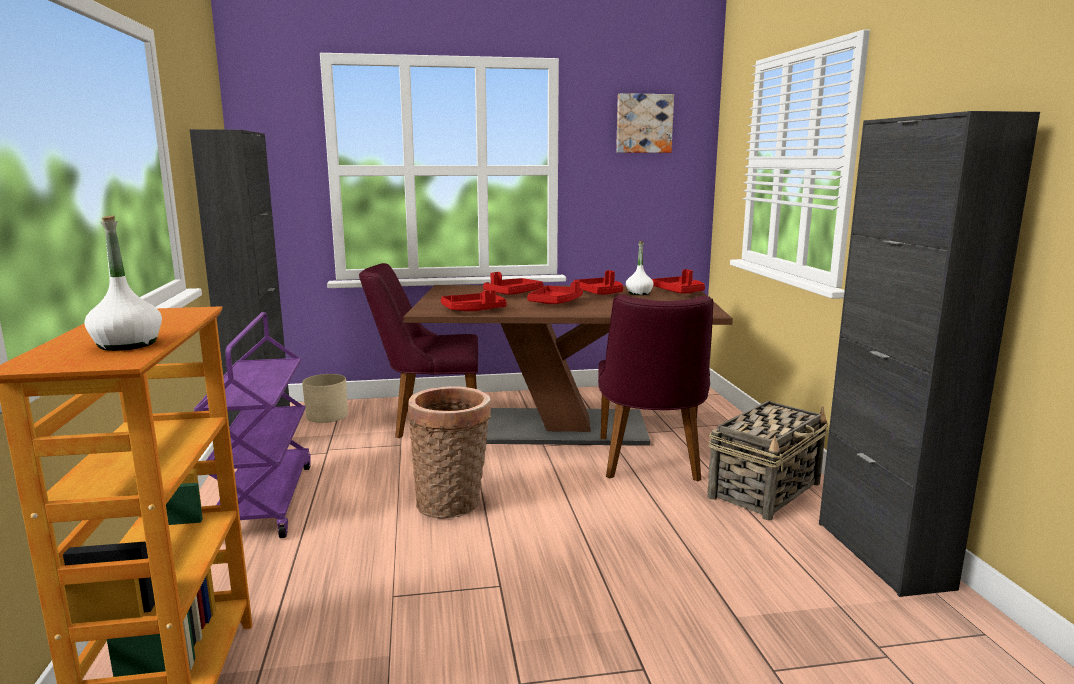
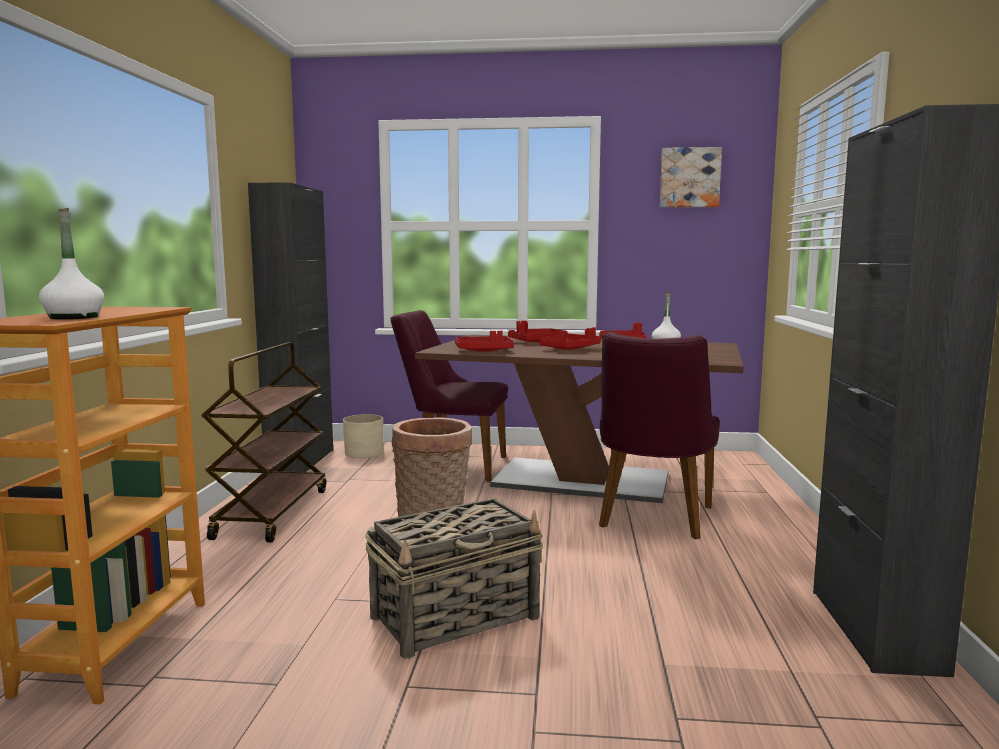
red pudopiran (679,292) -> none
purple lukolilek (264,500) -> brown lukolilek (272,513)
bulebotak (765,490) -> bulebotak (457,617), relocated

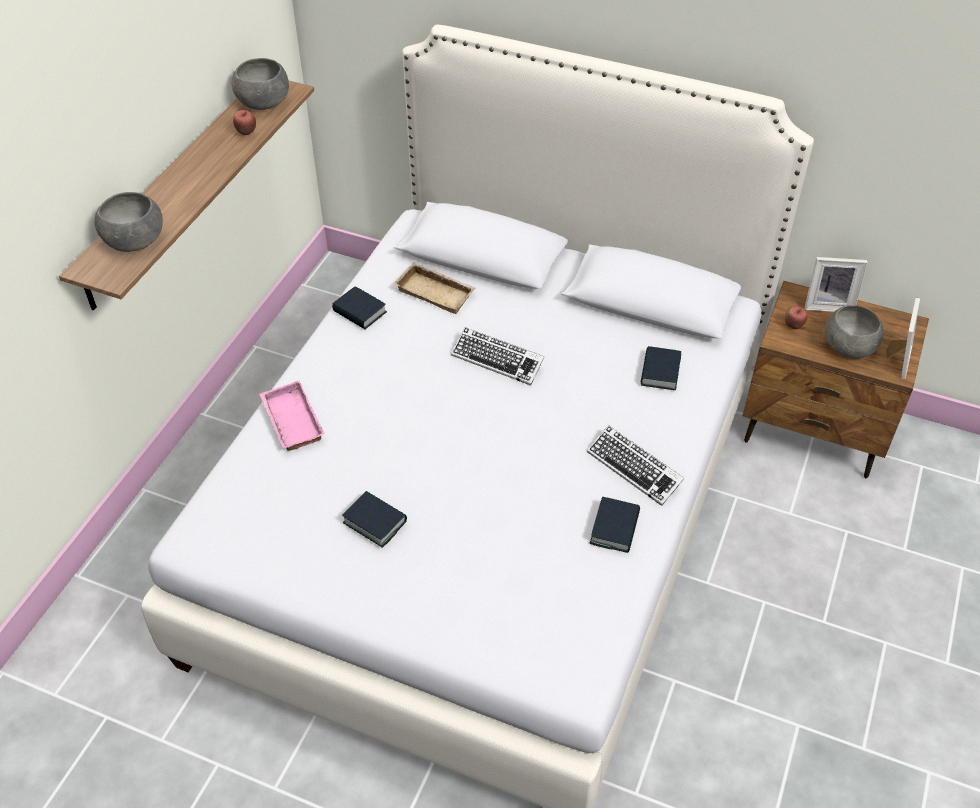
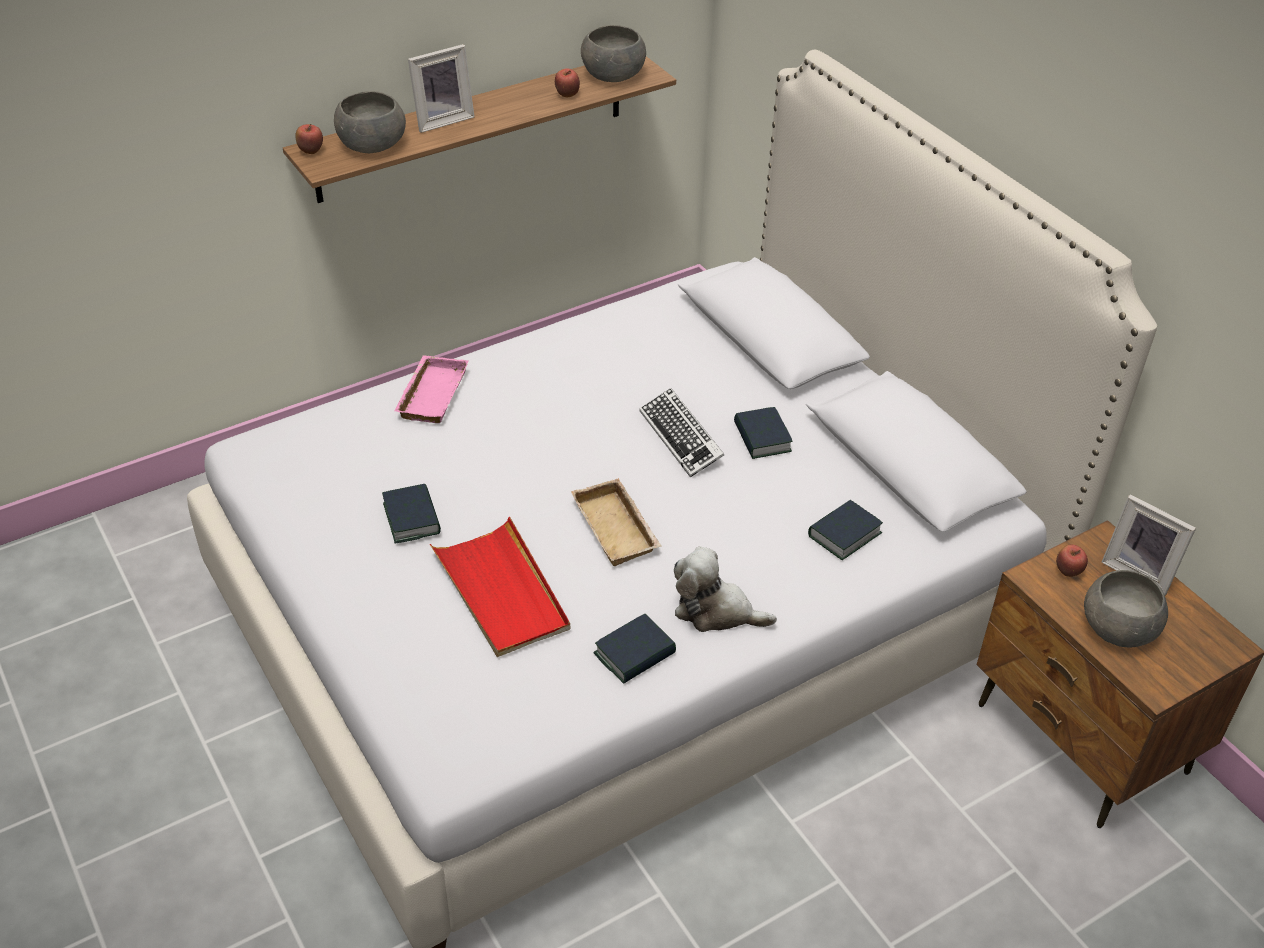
beige pudopiran (437,292) -> beige pudopiran (618,528), relocated
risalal (359,312) -> risalal (762,438), relocated
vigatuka (896,359) -> vigatuka (442,119), relocated
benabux (634,469) -> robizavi (716,611)
none -> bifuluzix (311,152)
none -> red pudopiran (501,592)

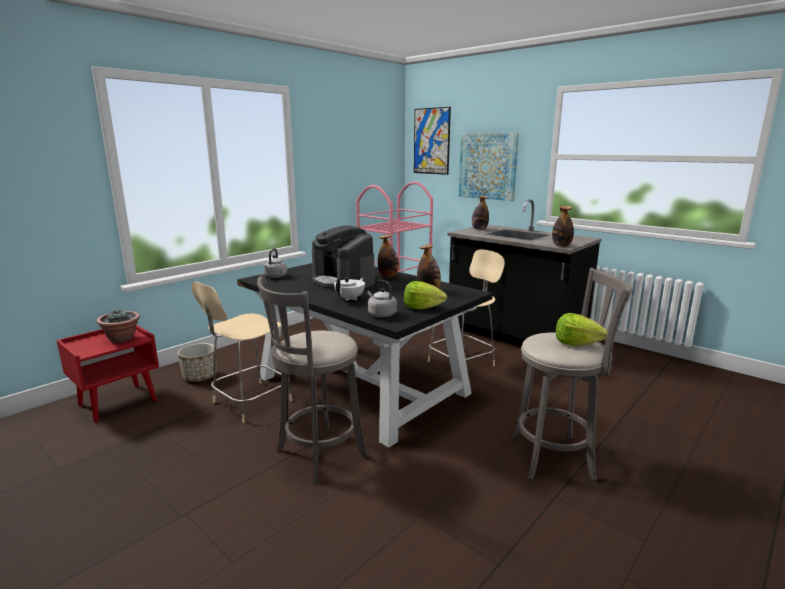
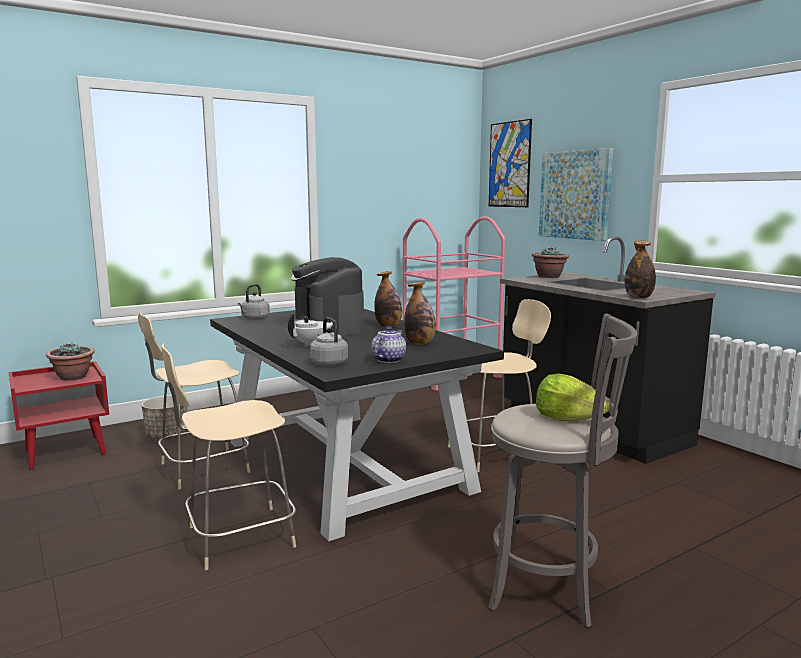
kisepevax (479,229) -> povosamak (549,277)
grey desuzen (317,455) -> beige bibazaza (236,537)
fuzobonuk (422,307) -> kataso (388,359)

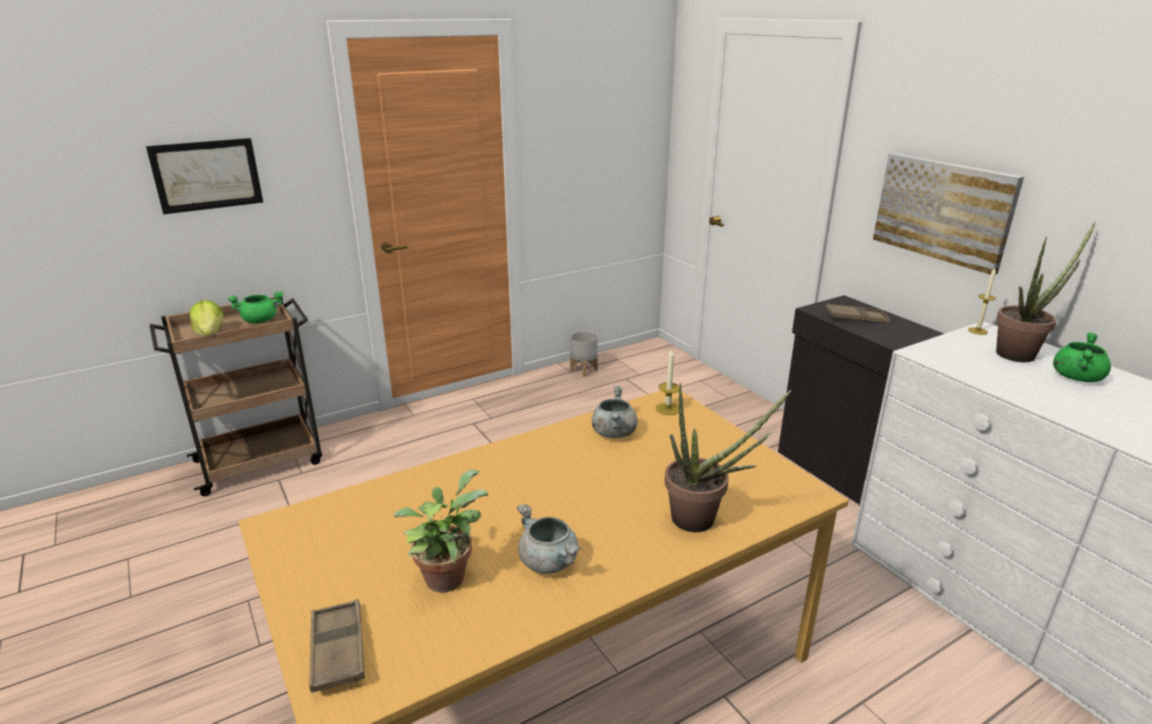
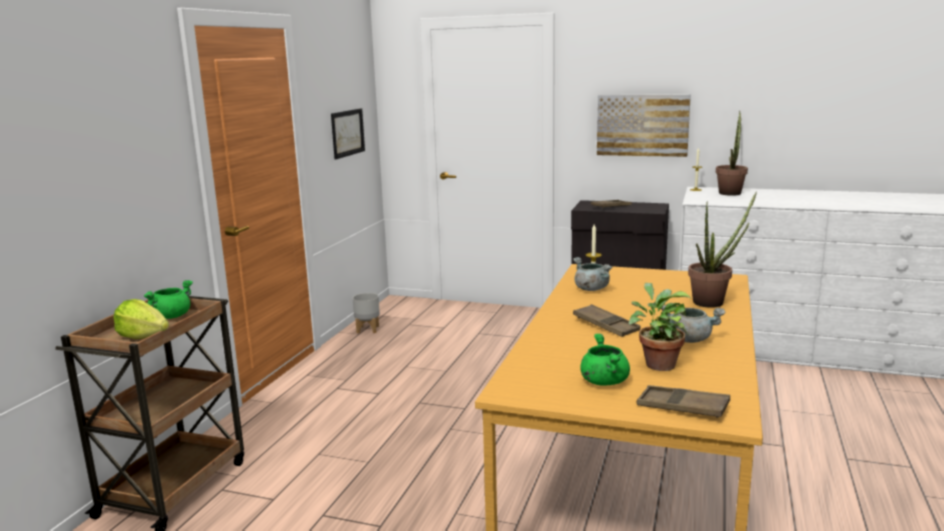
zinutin (207,175) -> zinutin (347,133), relocated
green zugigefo (1076,377) -> green zugigefo (603,381), relocated
none -> brown pudopiran (605,325)

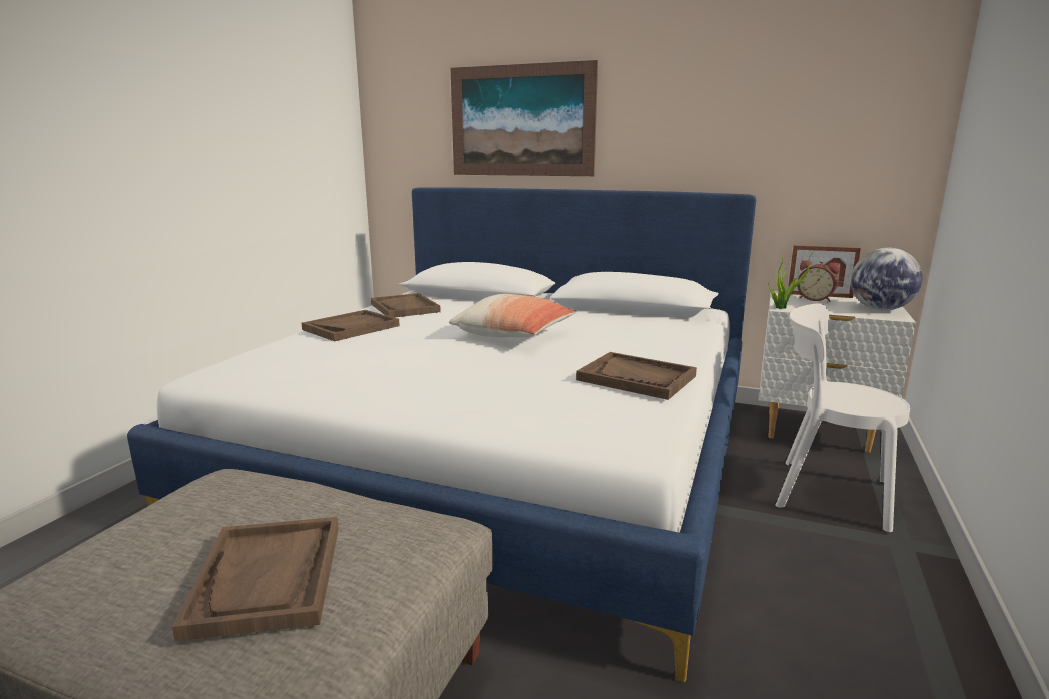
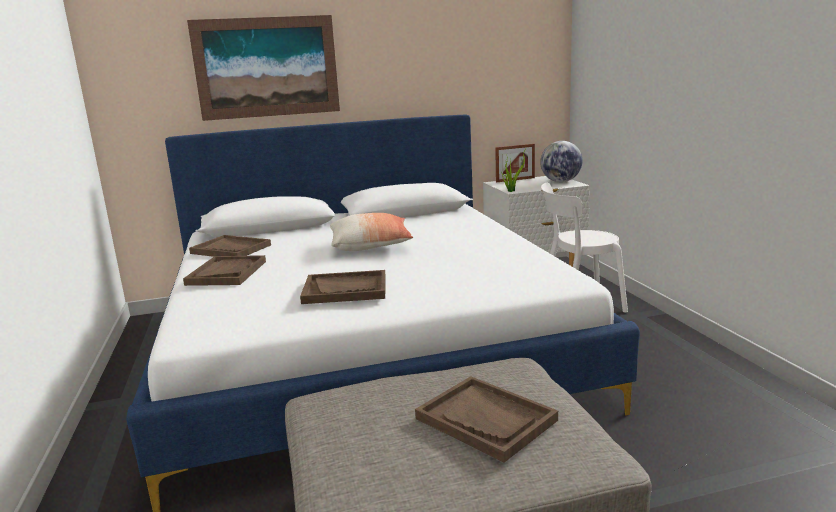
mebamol (815,299) -> none
brown pudopiran (636,378) -> brown pudopiran (345,289), relocated

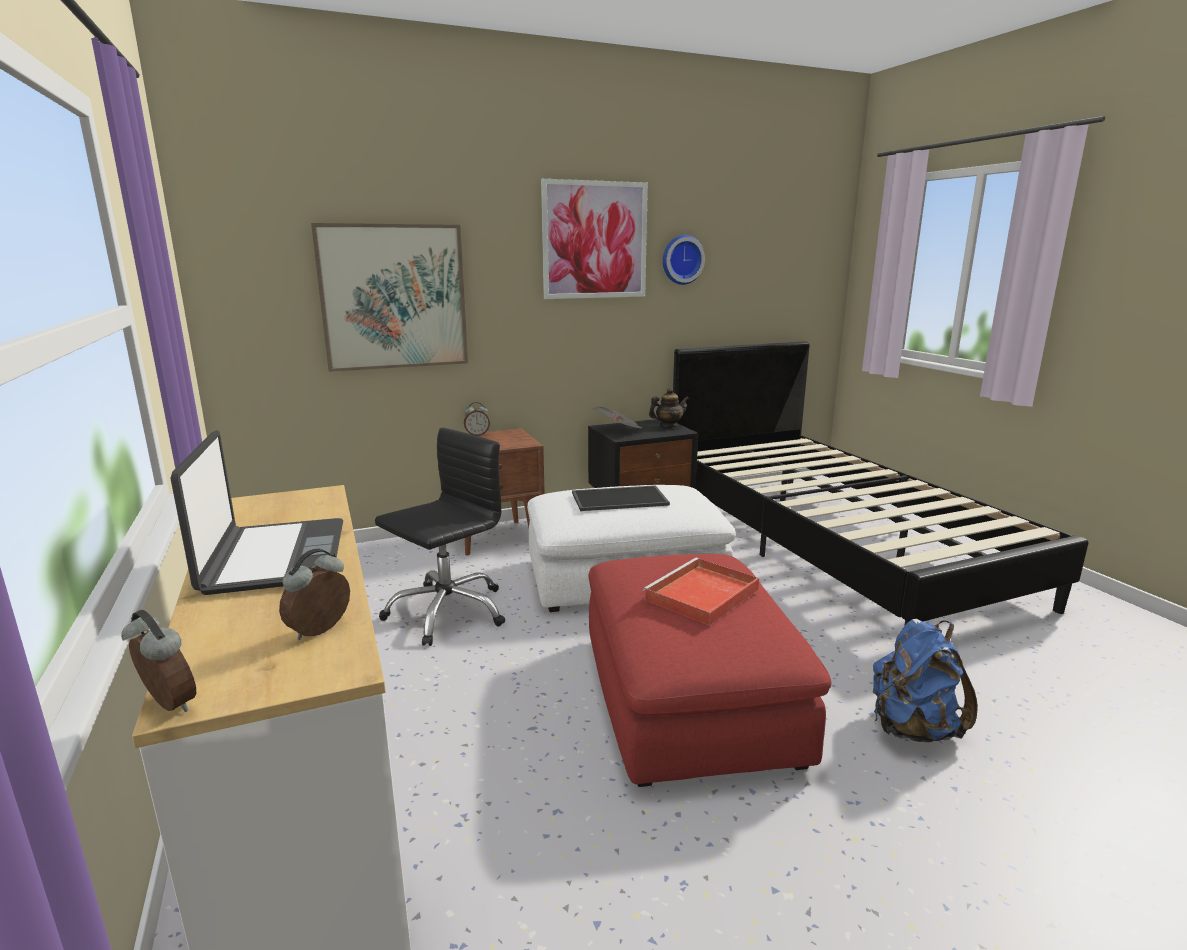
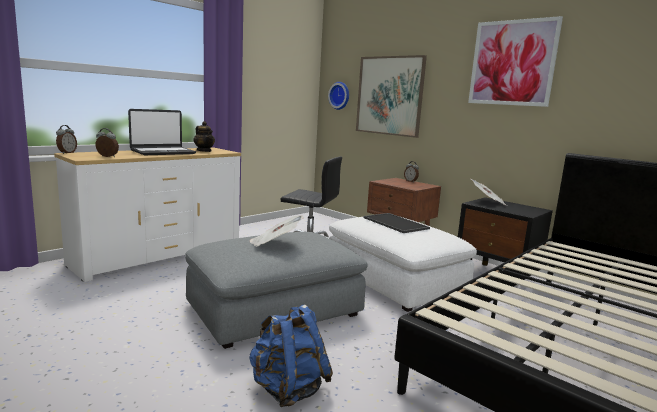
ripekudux (681,259) -> ripekudux (340,95), relocated
kataso (668,426) -> kataso (204,151), relocated
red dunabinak (687,697) -> grey dunabinak (274,310)
red pudopiran (701,595) -> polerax (274,244)

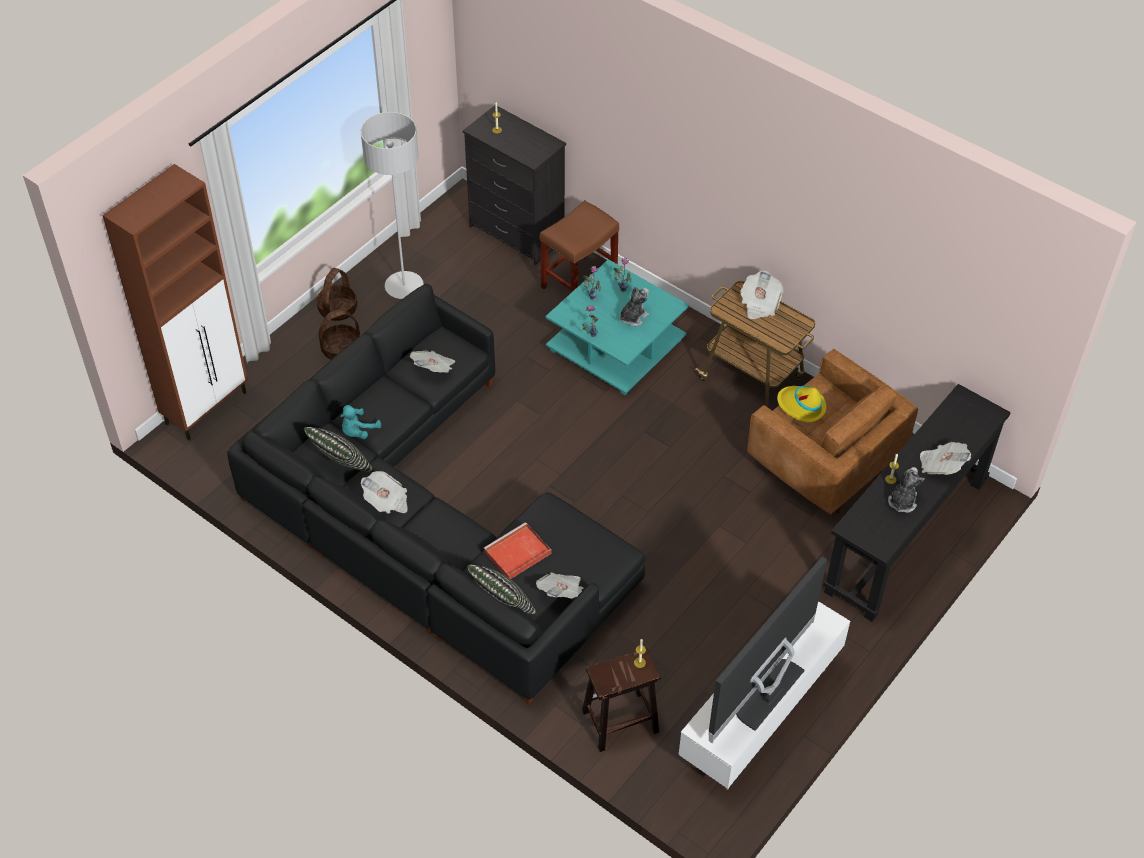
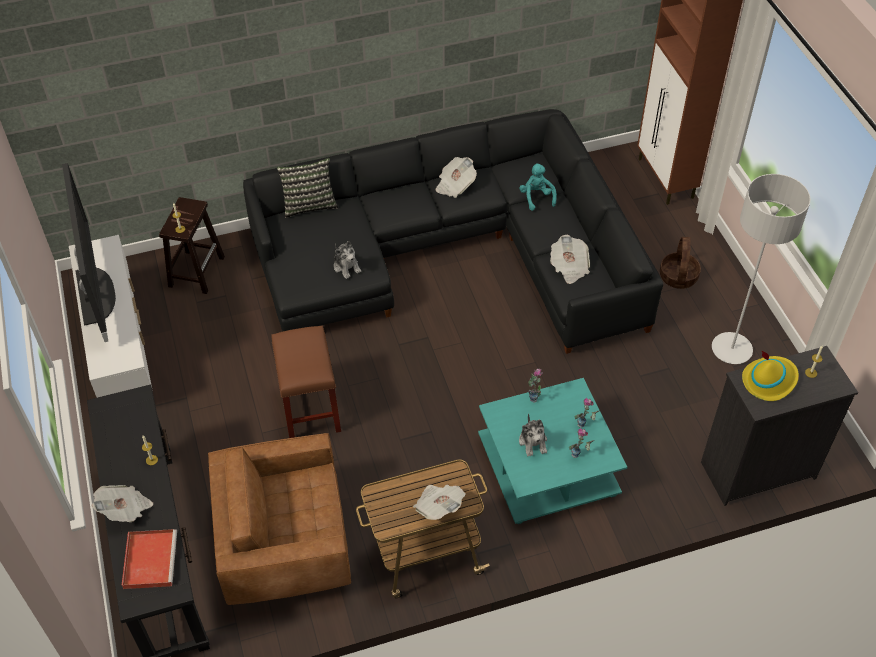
brown desuzen (578,283) -> brown desuzen (310,408), relocated
bulebotak (337,309) -> none
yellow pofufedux (801,406) -> yellow pofufedux (769,380), relocated
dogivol (341,466) -> none
robizavi (902,501) -> robizavi (346,267), relocated
red pudopiran (516,553) -> red pudopiran (150,559), relocated
polerax (561,592) -> none

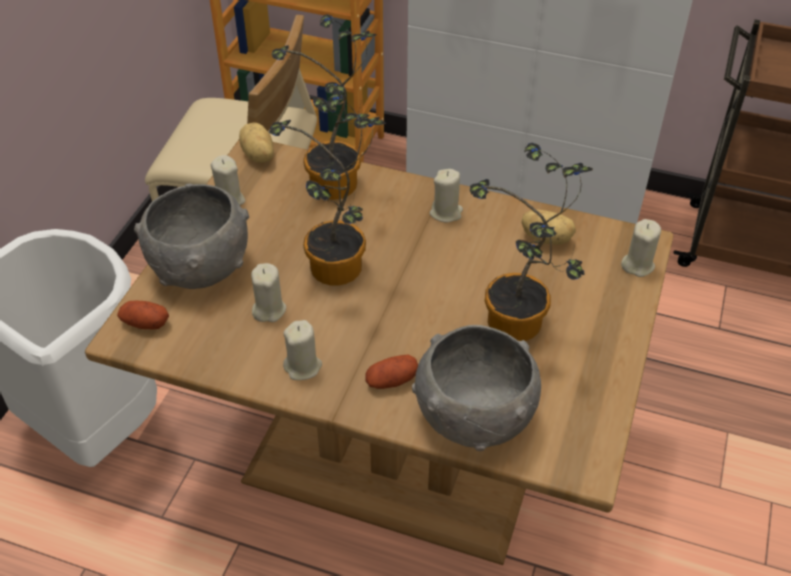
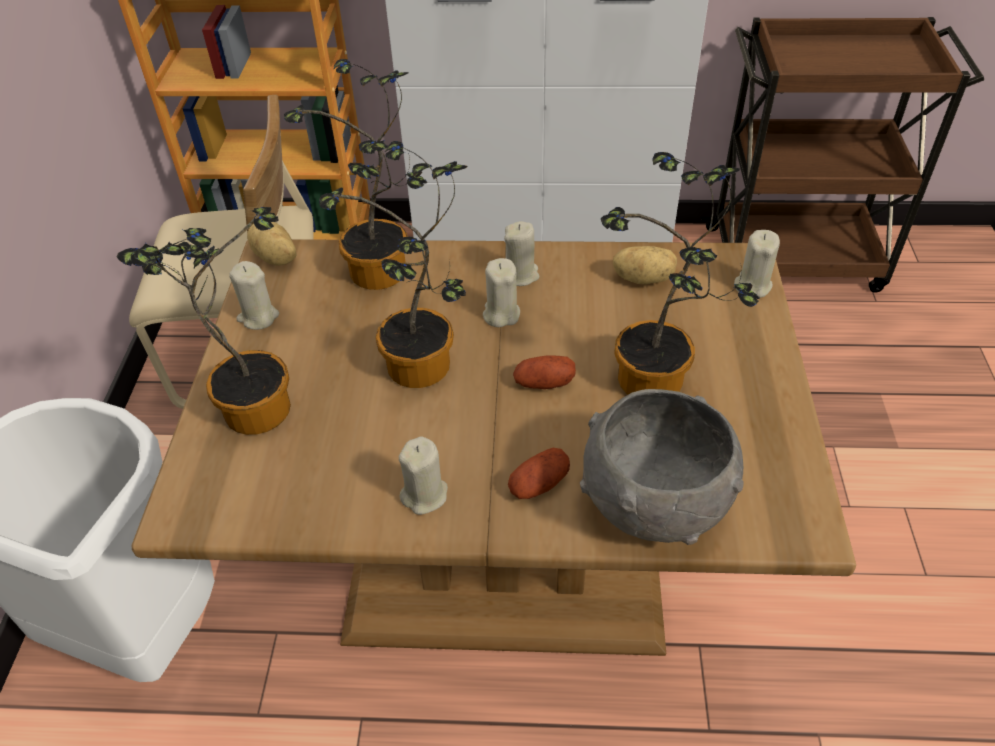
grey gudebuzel (200,268) -> povosamak (251,405)
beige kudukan (269,309) -> beige kudukan (501,314), relocated
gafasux (145,323) -> gafasux (544,383), relocated

